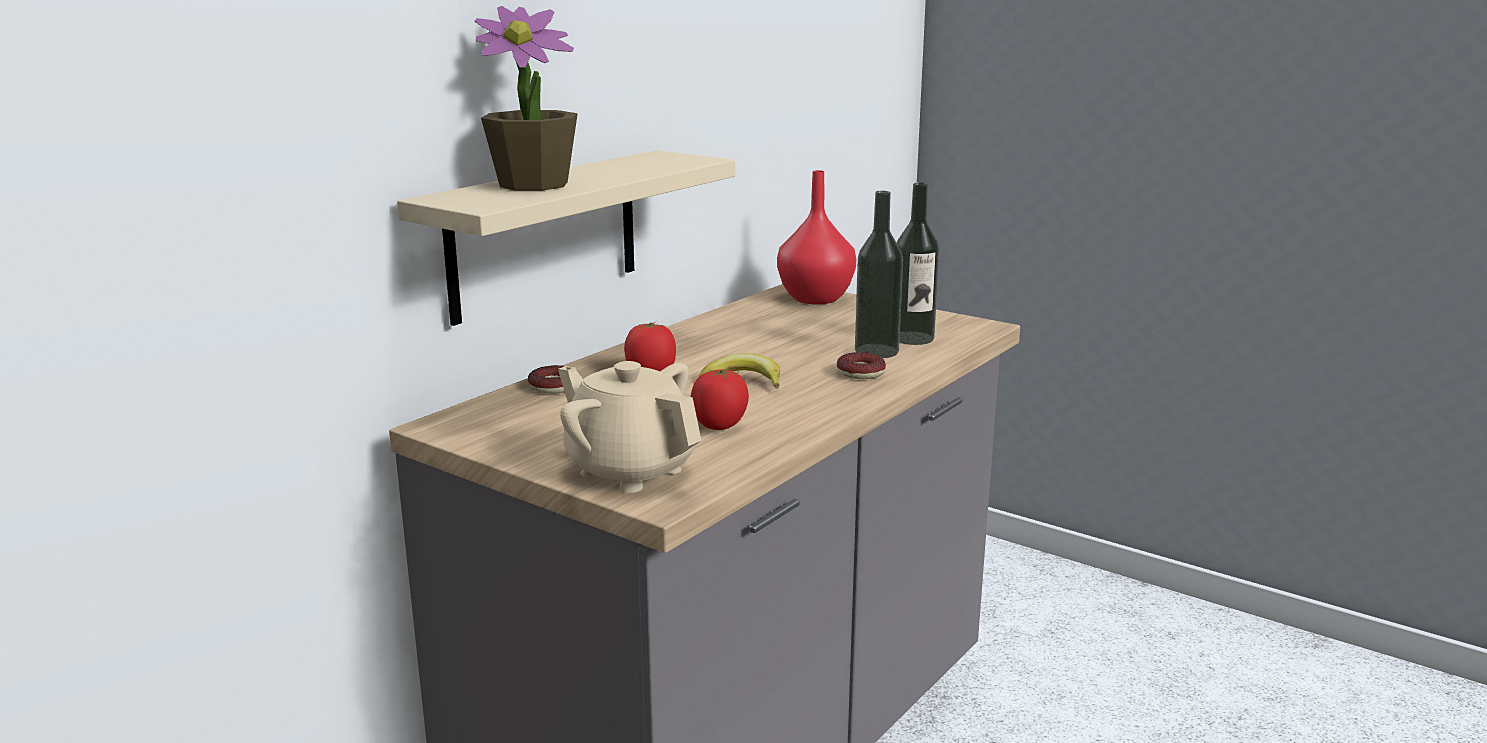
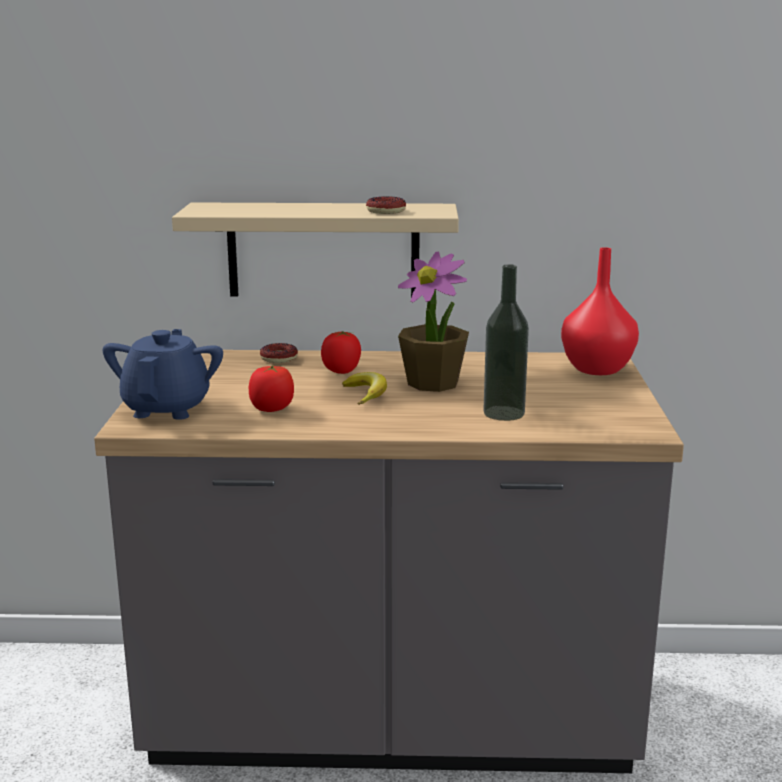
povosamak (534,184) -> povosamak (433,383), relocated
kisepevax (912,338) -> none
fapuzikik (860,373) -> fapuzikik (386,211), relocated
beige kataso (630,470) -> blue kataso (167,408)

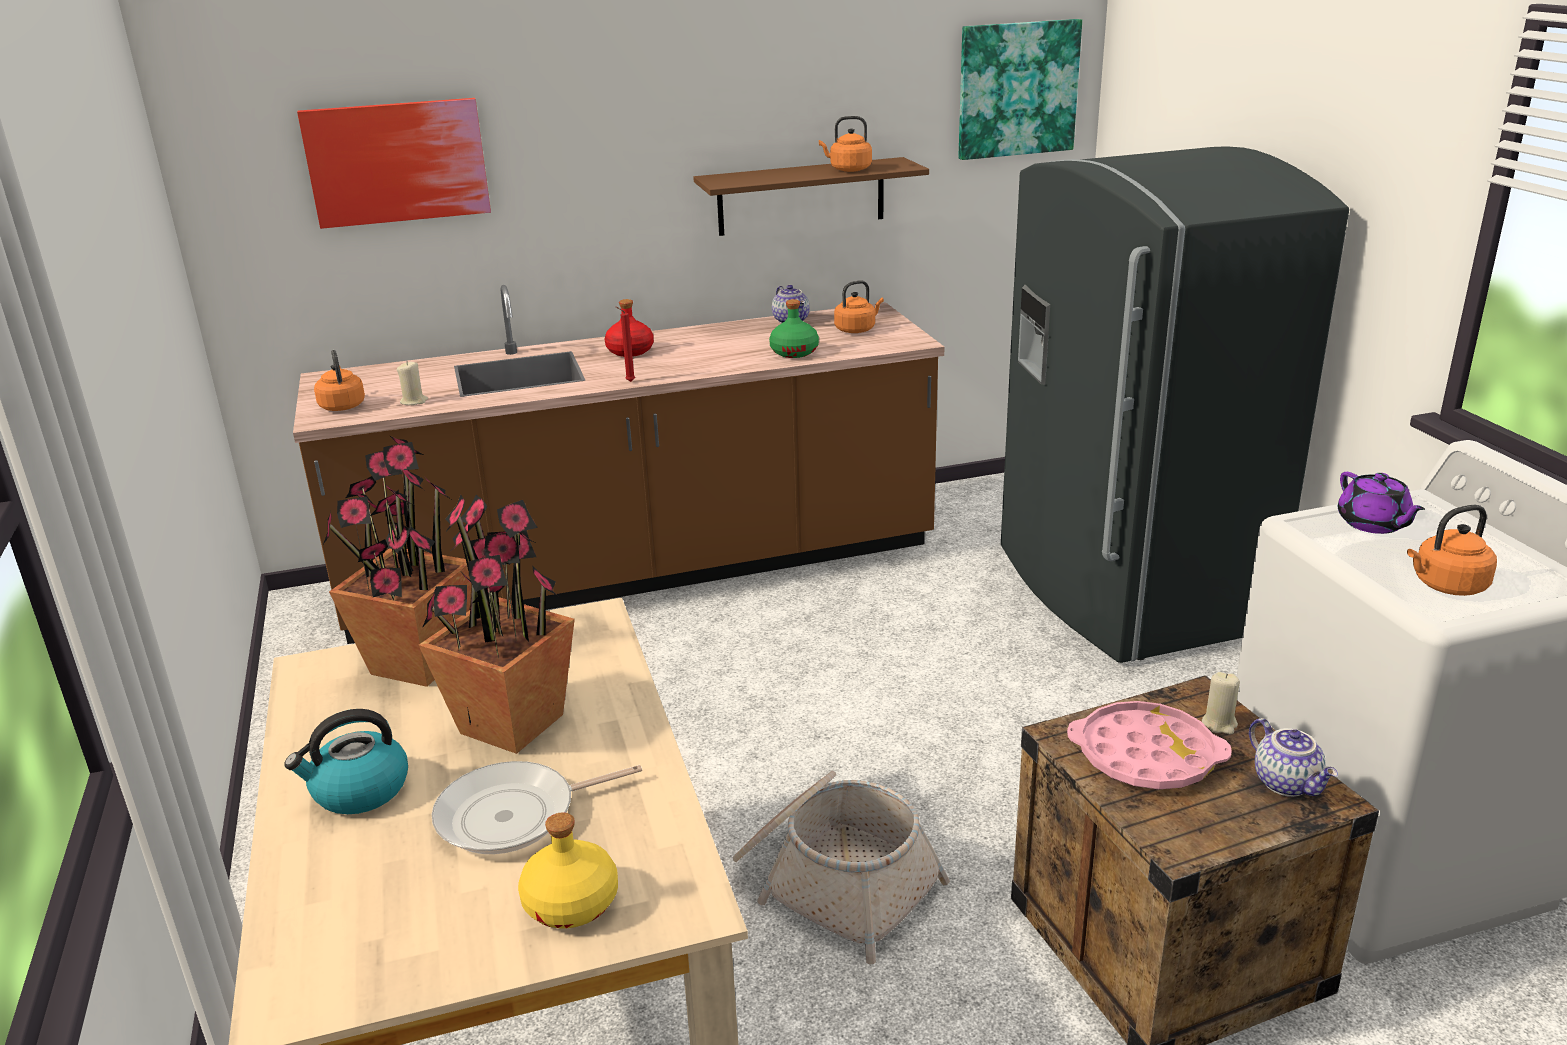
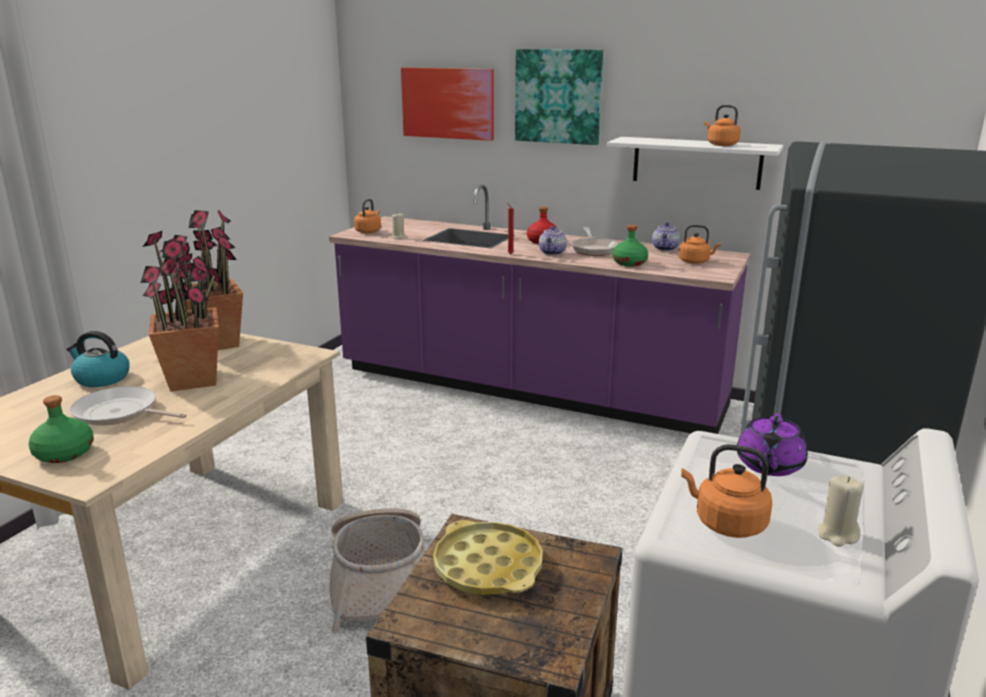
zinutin (1017,89) -> zinutin (558,96), relocated
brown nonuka (801,196) -> white nonuka (696,162)
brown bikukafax (643,570) -> purple bikukafax (528,389)
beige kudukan (1219,724) -> beige kudukan (837,535), relocated
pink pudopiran (1145,756) -> yellow pudopiran (488,566)
kataso (1287,783) -> kataso (553,253), relocated
yellow kisepevax (570,903) -> green kisepevax (63,453)
none -> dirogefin (593,249)

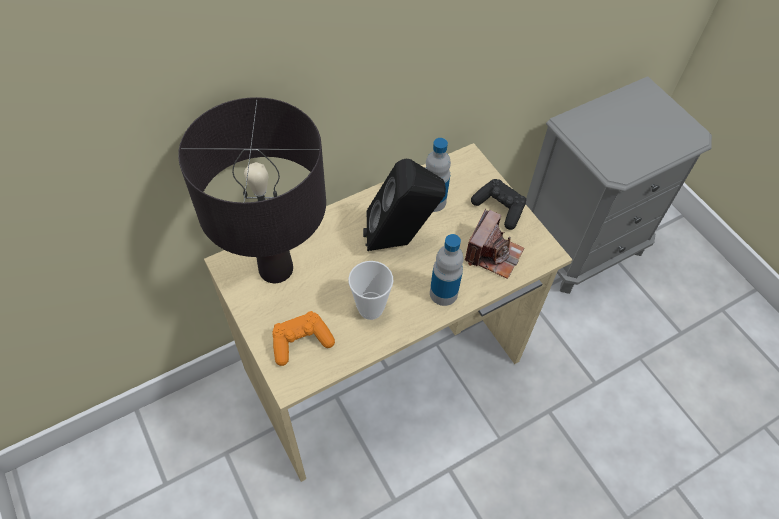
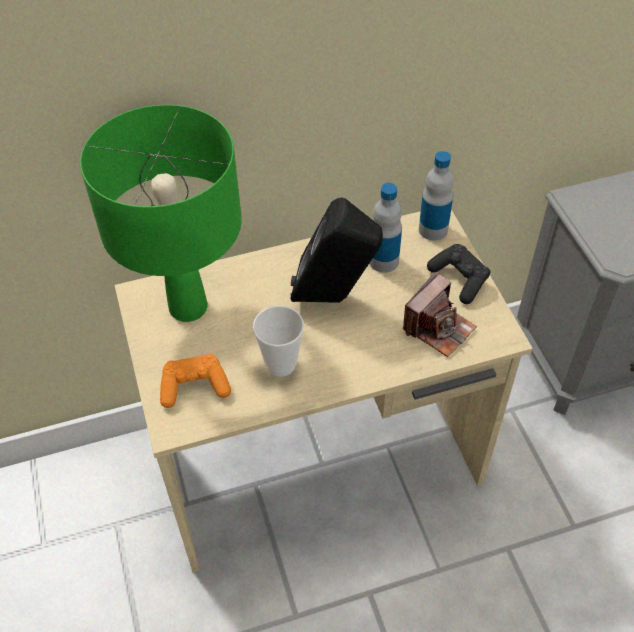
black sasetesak (275,269) -> green sasetesak (188,307)
kisepevax (443,293) -> kisepevax (433,229), relocated

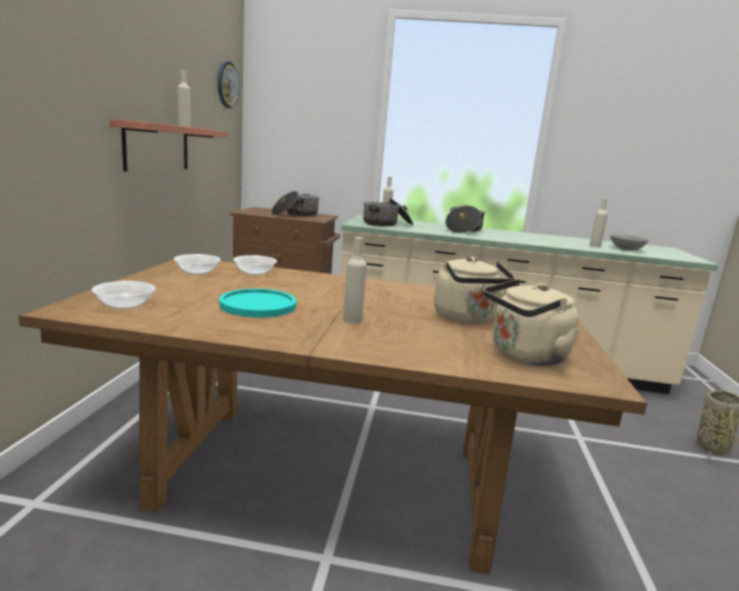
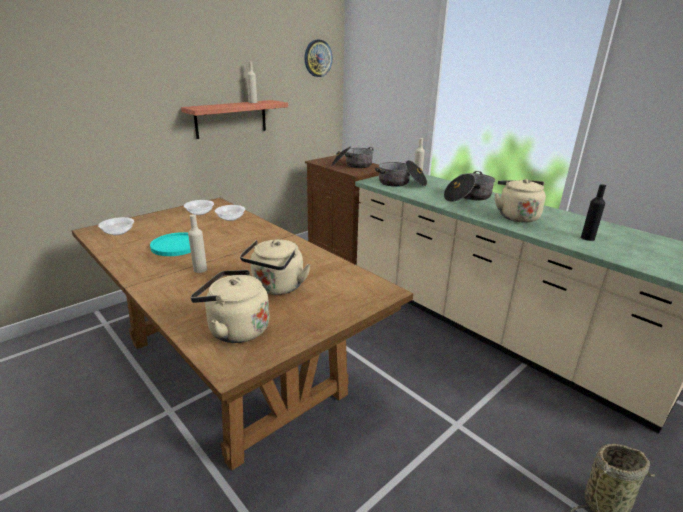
beige kisepevax (595,246) -> black kisepevax (587,238)
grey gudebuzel (626,249) -> none
none -> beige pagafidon (516,216)

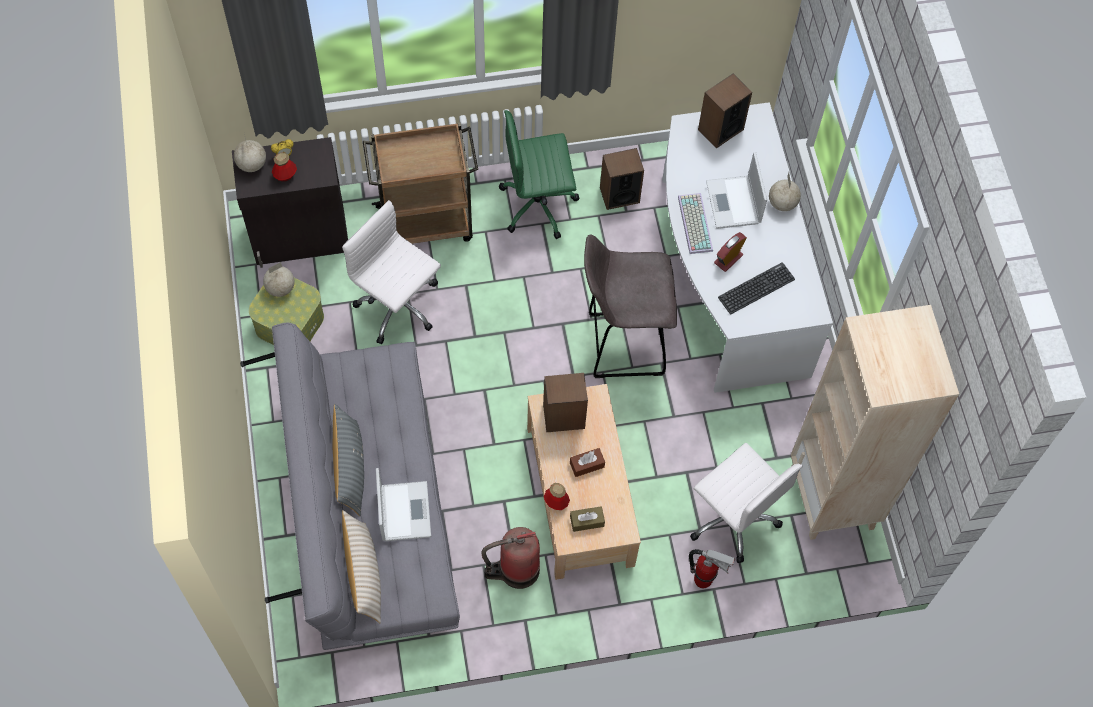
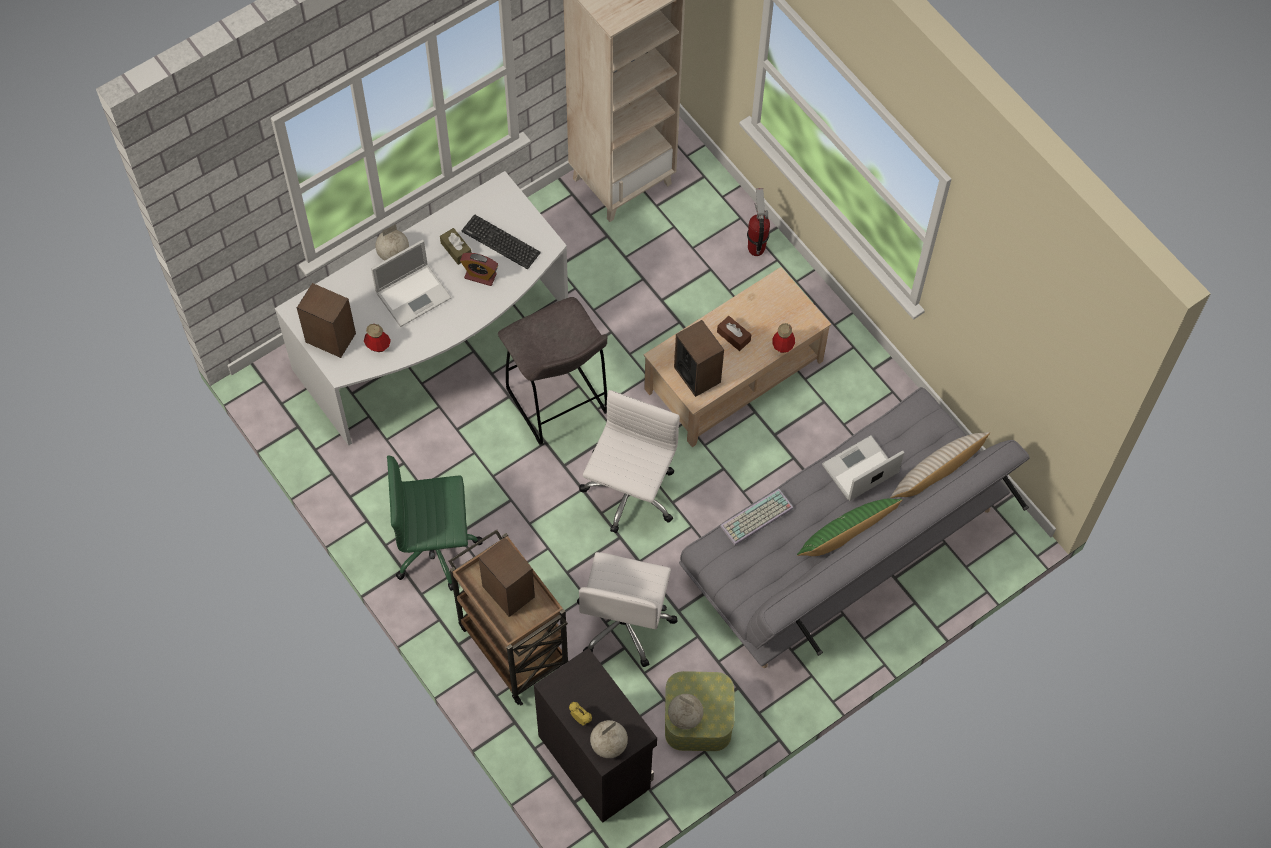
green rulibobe (539,204) -> green rulibobe (436,547), 120 degrees clockwise
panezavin (619,195) -> panezavin (508,592), relocated
kisepevax (285,175) -> kisepevax (378,345), relocated
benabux (693,223) -> benabux (756,518), relocated
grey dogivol (350,468) -> green dogivol (846,536)
white rulibobe (733,517) -> white rulibobe (629,494), relocated
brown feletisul (587,521) -> brown feletisul (456,249), relocated
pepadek (515,570) -> none

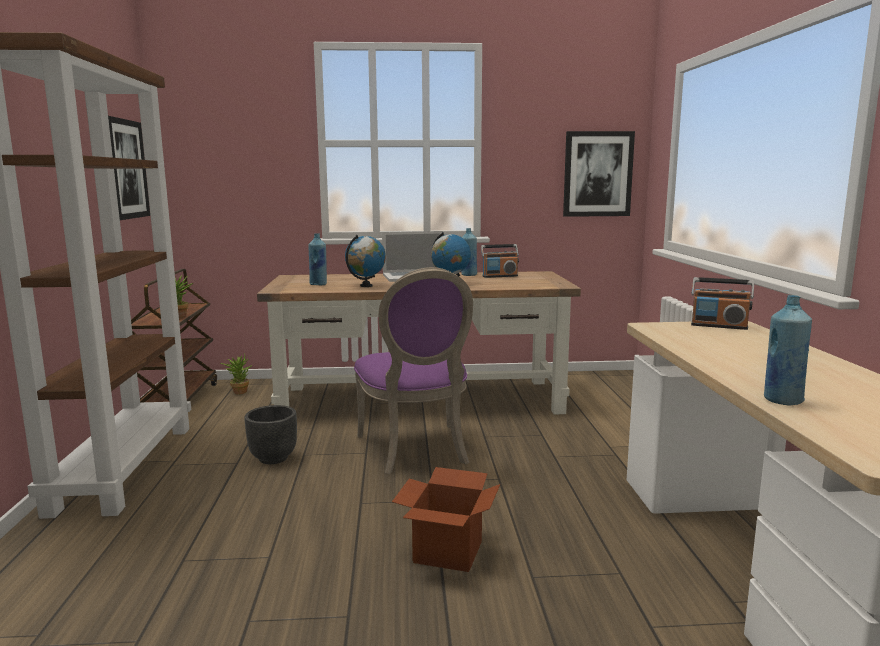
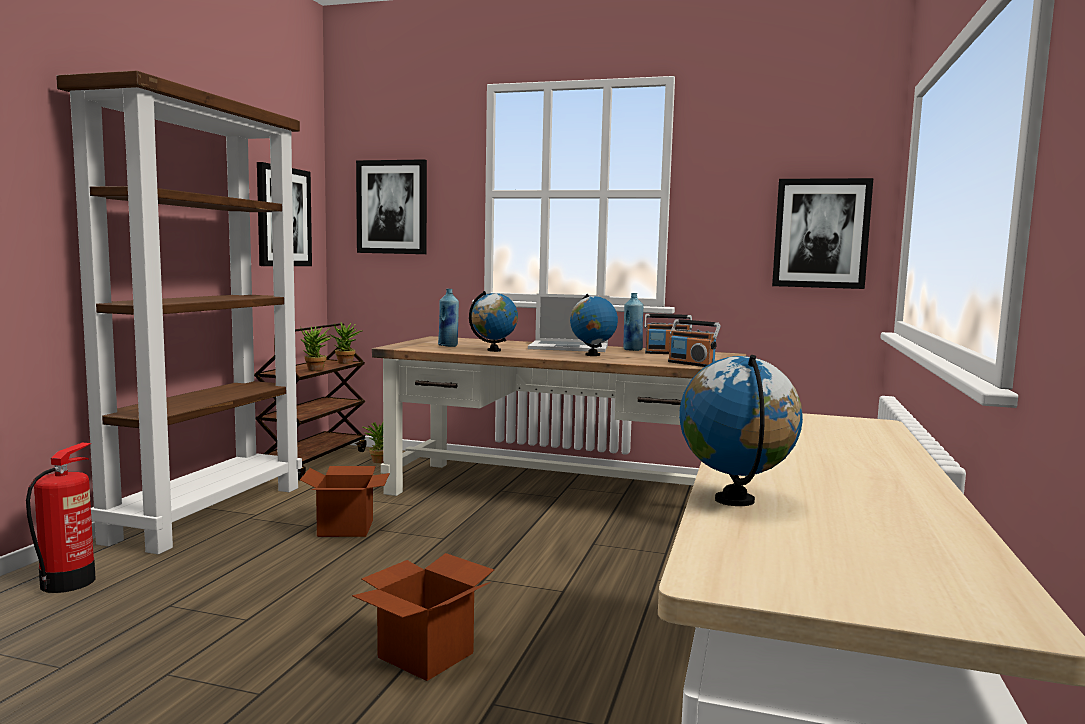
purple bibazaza (417,450) -> none
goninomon (719,326) -> goninomon (691,364), relocated
blue kisepevax (782,400) -> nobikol (735,501)
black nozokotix (273,459) -> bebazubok (345,528)
none -> zinutin (392,207)
none -> povosamak (346,363)
none -> pepadek (69,582)

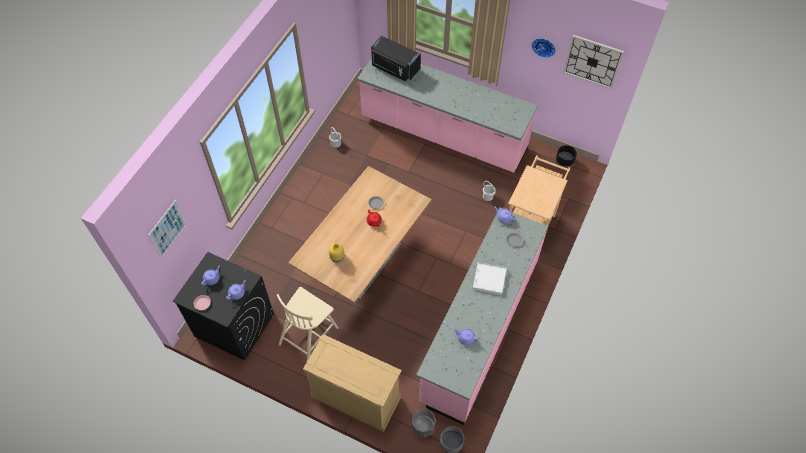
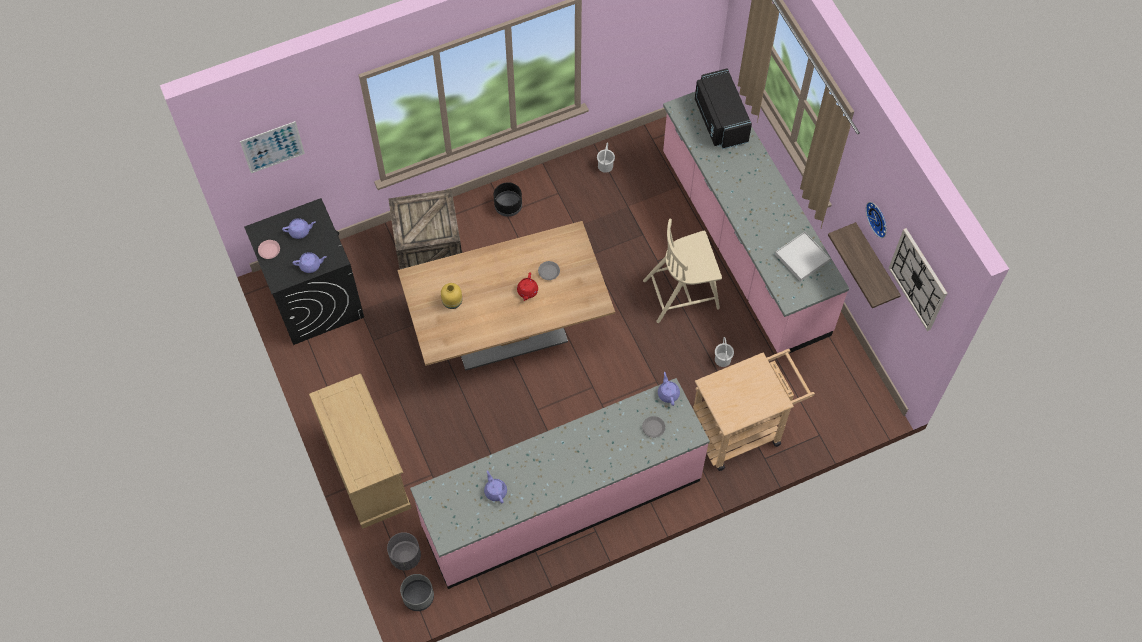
black nozokotix (564,162) -> black nozokotix (508,206), relocated
white pudopiran (489,279) -> white pudopiran (802,257), relocated
beige bibazaza (309,335) -> beige bibazaza (682,293), relocated
none -> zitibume (429,255)
none -> nonuka (875,265)

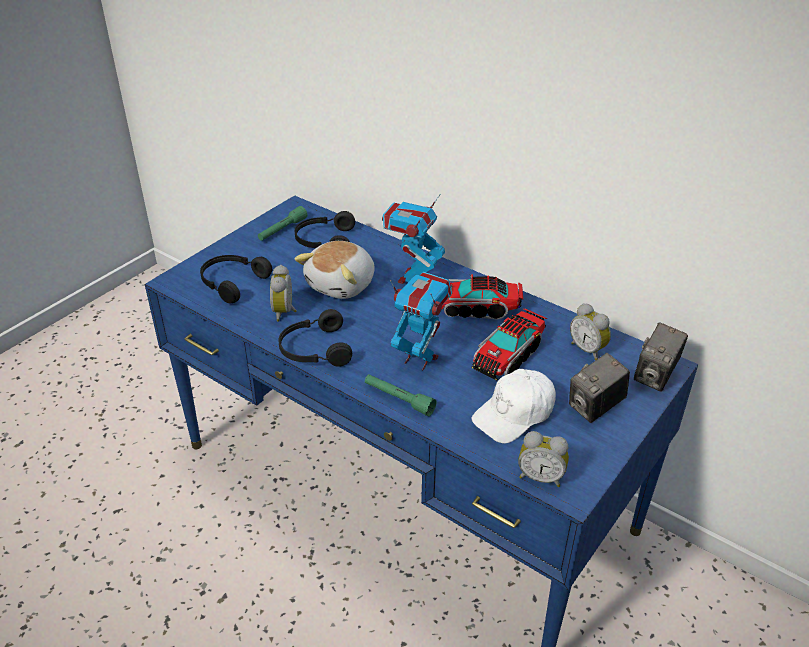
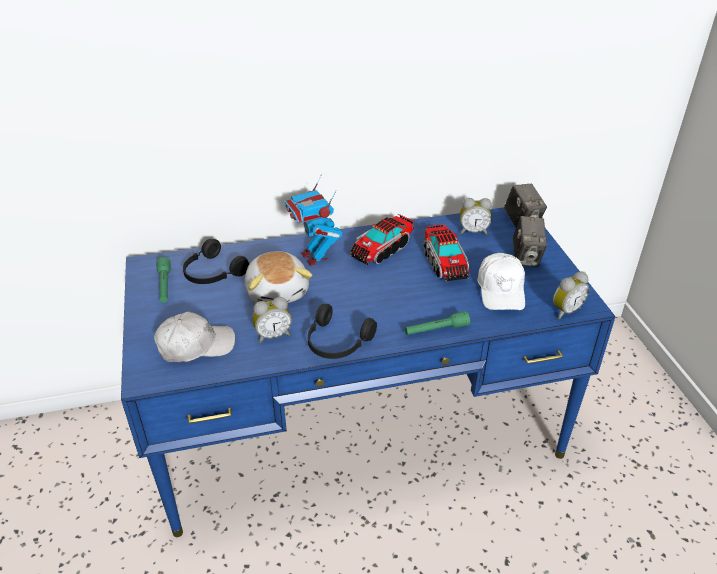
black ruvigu (232,283) -> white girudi (195,346)
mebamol (285,312) -> mebamol (273,335), 60 degrees counterclockwise
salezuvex (419,359) -> none

